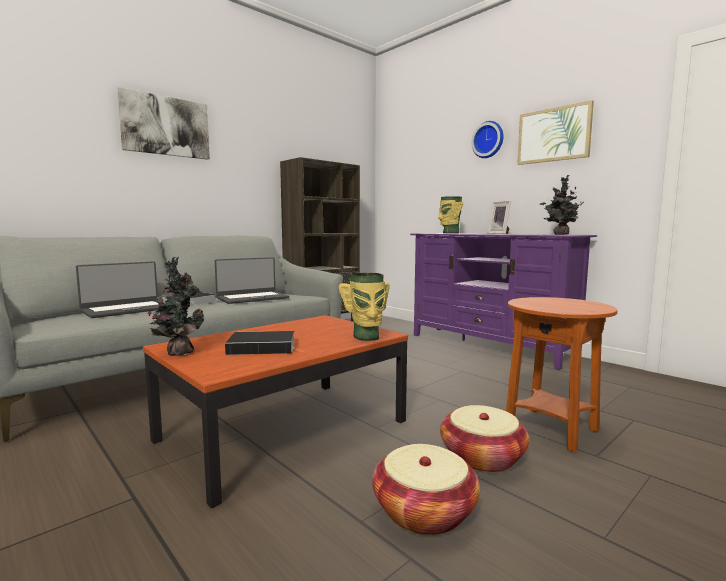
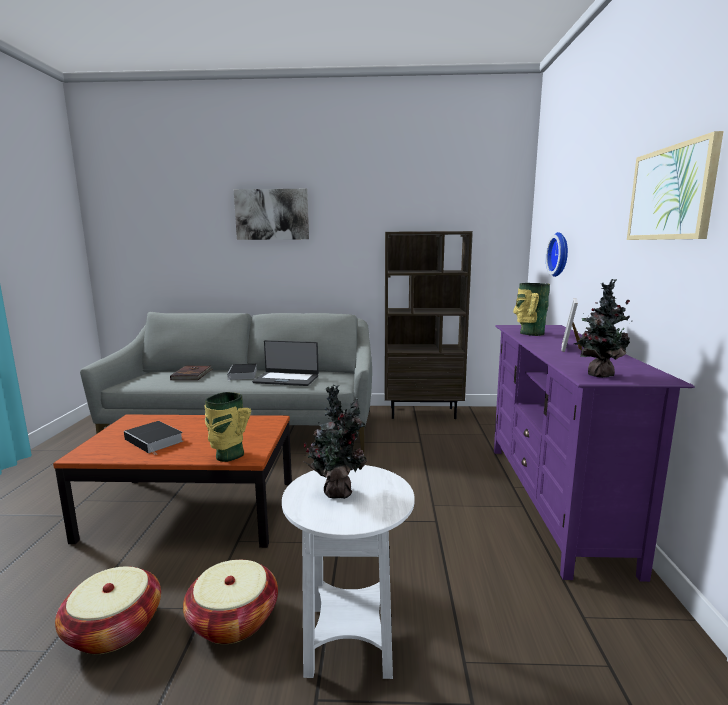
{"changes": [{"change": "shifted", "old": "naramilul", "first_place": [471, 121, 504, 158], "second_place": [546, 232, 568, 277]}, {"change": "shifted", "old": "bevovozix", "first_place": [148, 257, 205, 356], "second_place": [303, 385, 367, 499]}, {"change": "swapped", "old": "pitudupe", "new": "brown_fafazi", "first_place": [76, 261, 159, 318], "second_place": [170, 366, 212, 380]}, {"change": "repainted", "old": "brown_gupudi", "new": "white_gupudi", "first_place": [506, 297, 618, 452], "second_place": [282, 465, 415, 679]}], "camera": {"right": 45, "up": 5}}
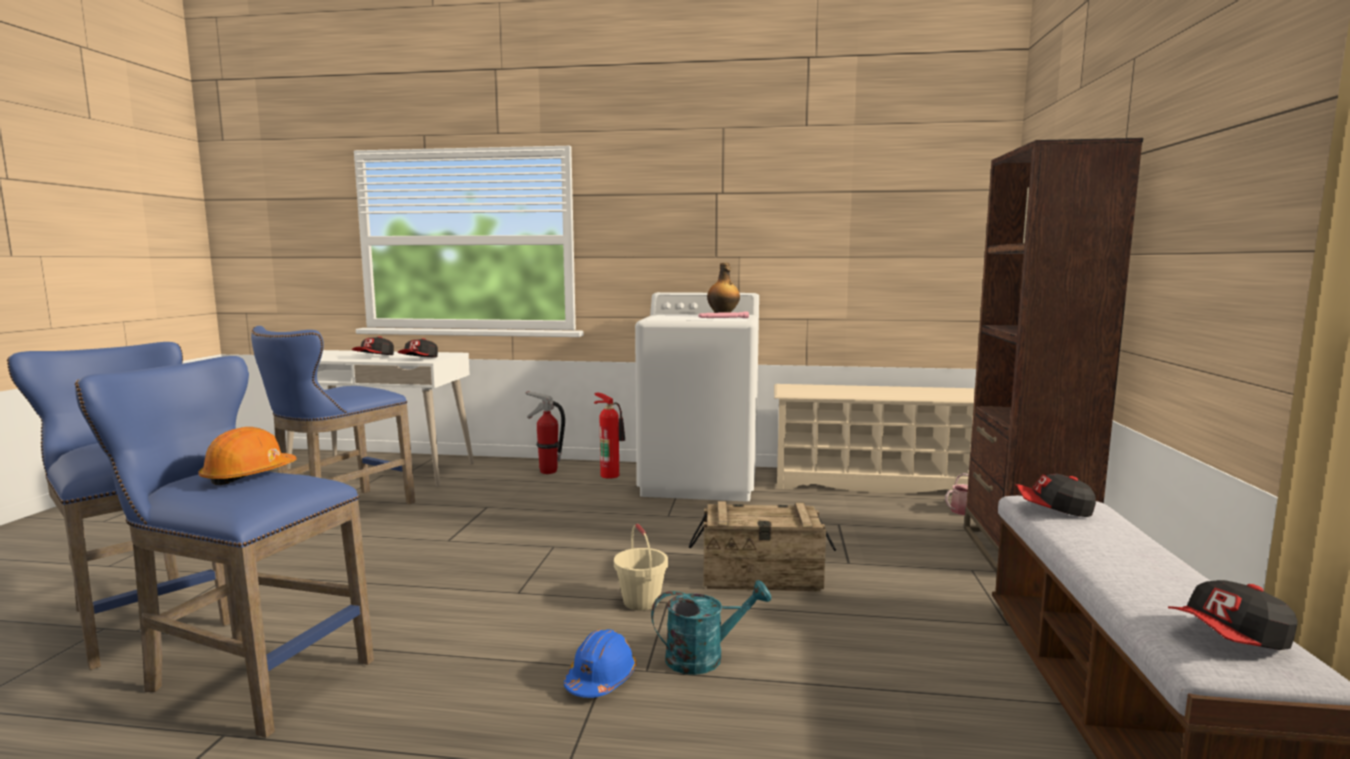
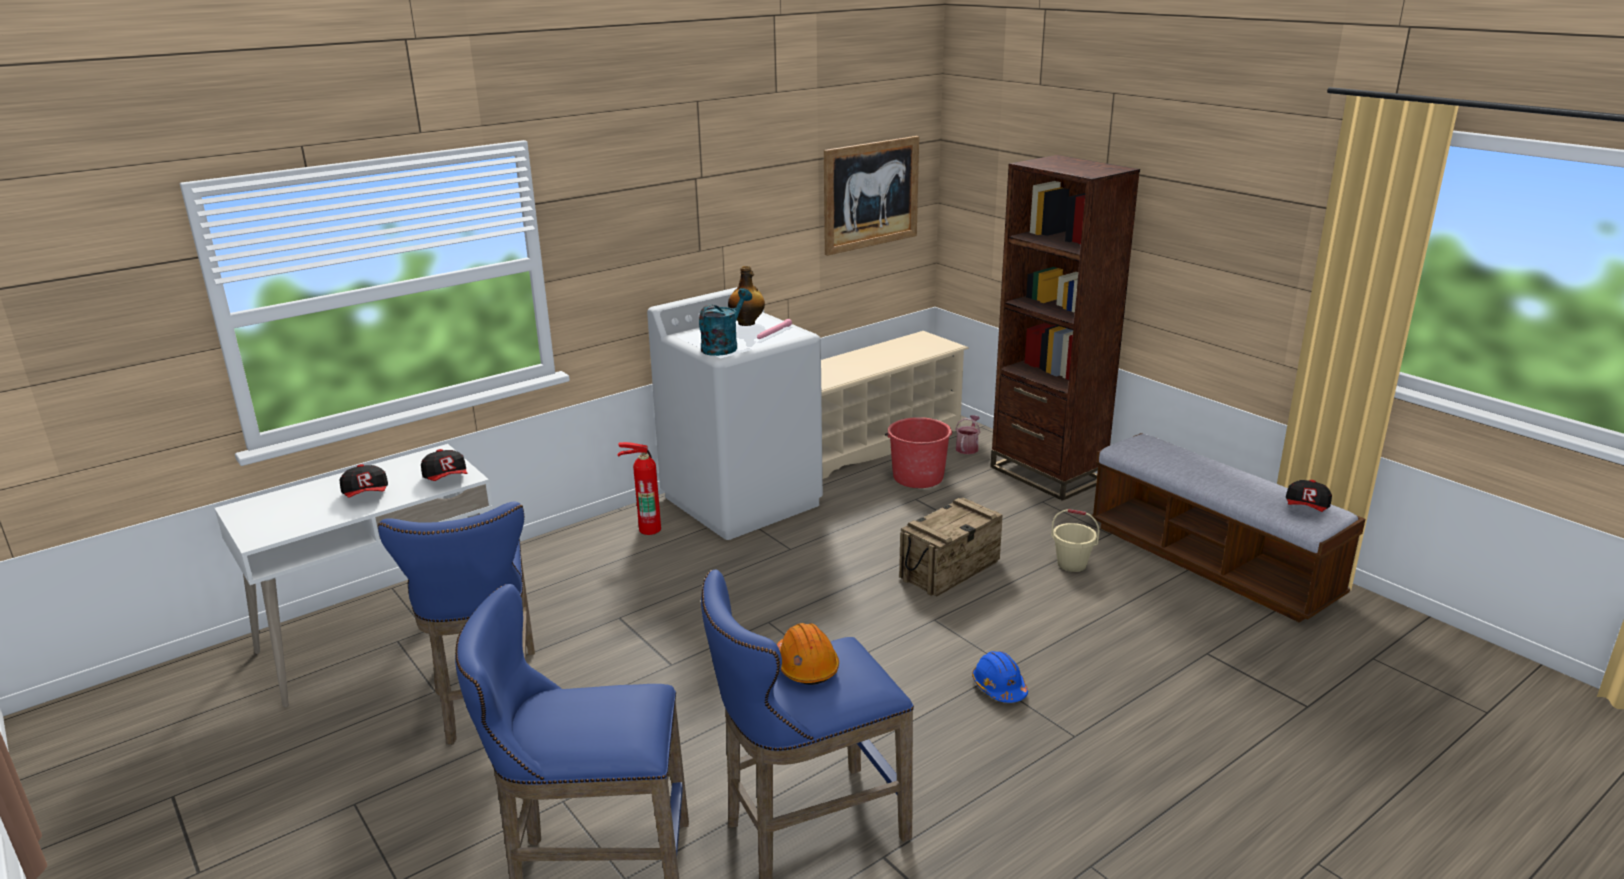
{"changes": [{"change": "gone", "old": "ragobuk", "first_place": [525, 391, 565, 474]}, {"change": "gone", "old": "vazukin", "first_place": [1015, 473, 1096, 517]}, {"change": "shifted", "old": "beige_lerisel", "first_place": [614, 524, 668, 610], "second_place": [1051, 509, 1100, 572]}, {"change": "shifted", "old": "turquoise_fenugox", "first_place": [651, 580, 771, 675], "second_place": [699, 288, 752, 356]}, {"change": "new", "new": "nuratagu", "second_place": [824, 136, 919, 256]}, {"change": "new", "new": "red_lerisel", "second_place": [885, 417, 953, 488]}], "camera": {"right": -45, "up": 15}}
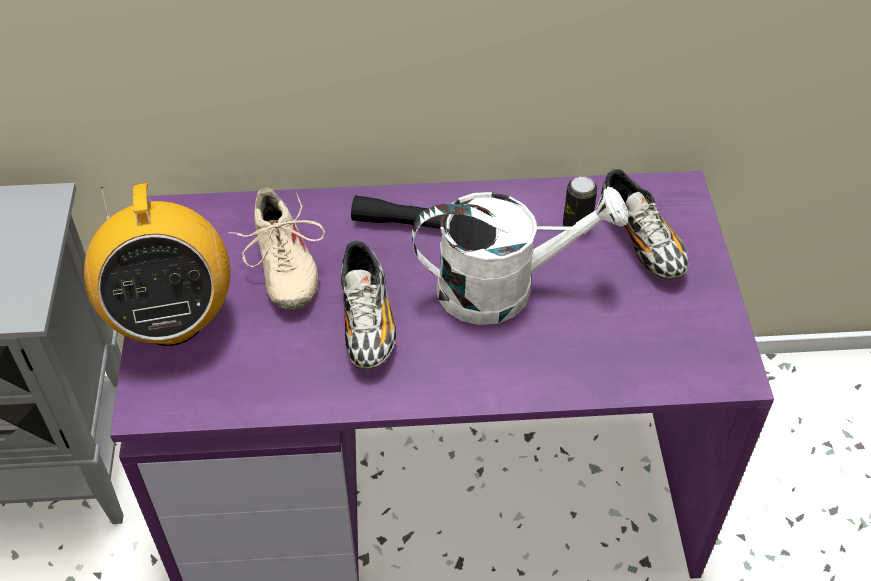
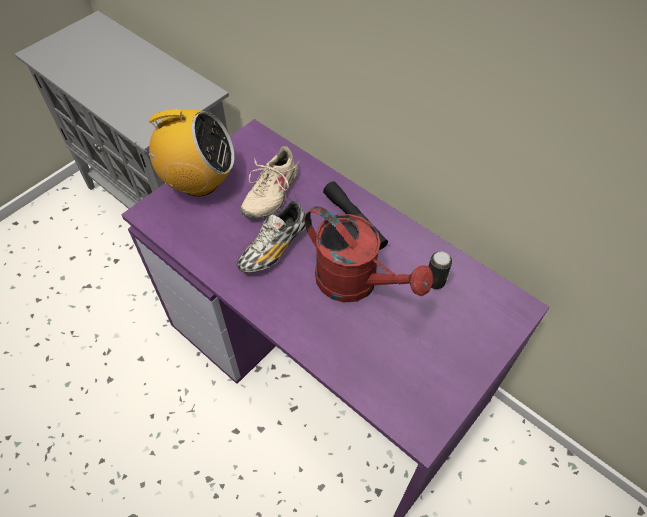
{"changes": [{"change": "gone", "old": "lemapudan", "first_place": [601, 169, 689, 280]}, {"change": "rotated", "old": "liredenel", "first_place": [84, 183, 230, 346], "second_place": [135, 109, 235, 197], "degrees": -120}, {"change": "repainted", "old": "white_fenugox", "new": "red_fenugox", "first_place": [412, 186, 629, 325], "second_place": [304, 206, 433, 302]}], "camera": {"right": 45, "up": 5}}
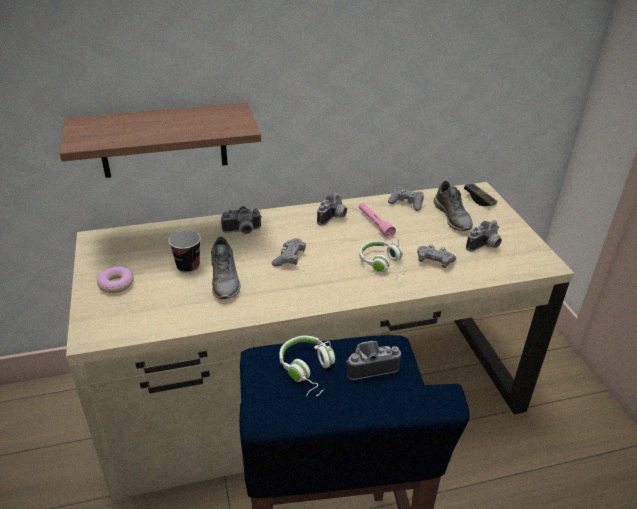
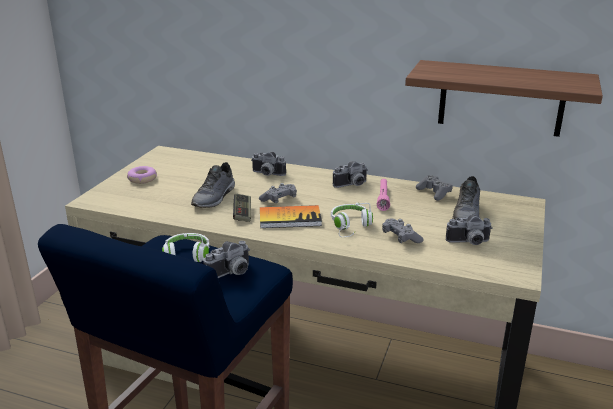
{"changes": [{"change": "shifted", "old": "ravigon", "first_place": [60, 103, 261, 178], "second_place": [405, 60, 603, 137]}, {"change": "shifted", "old": "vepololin", "first_place": [464, 183, 498, 206], "second_place": [233, 194, 251, 222]}, {"change": "gone", "old": "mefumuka", "first_place": [169, 230, 201, 273]}, {"change": "rotated", "old": "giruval", "first_place": [346, 341, 401, 380], "second_place": [203, 241, 250, 278], "degrees": 120}, {"change": "new", "new": "fafazi", "second_place": [260, 205, 322, 228]}], "camera": {"right": 35, "up": -10}}
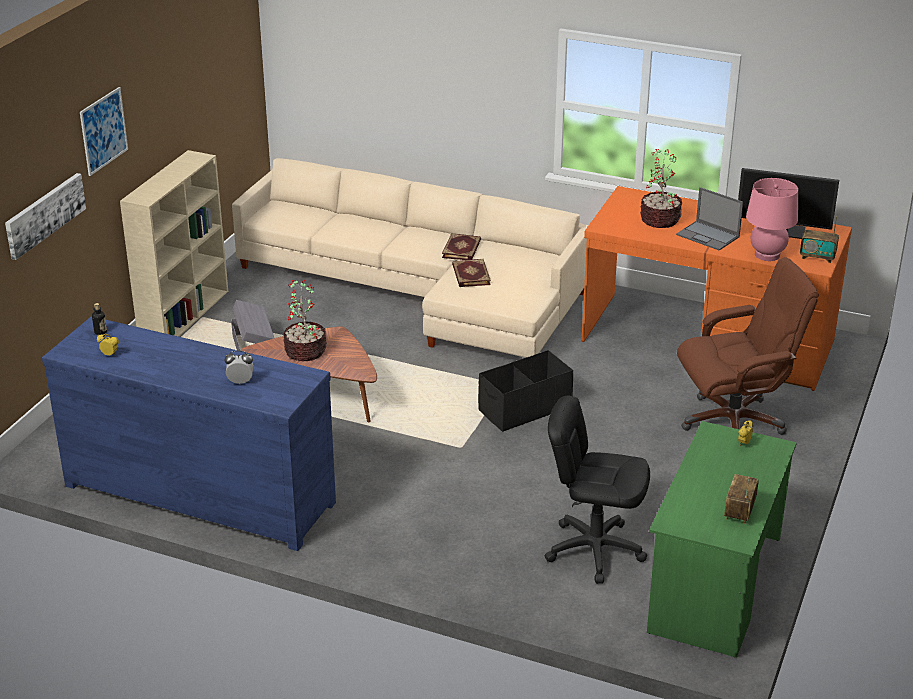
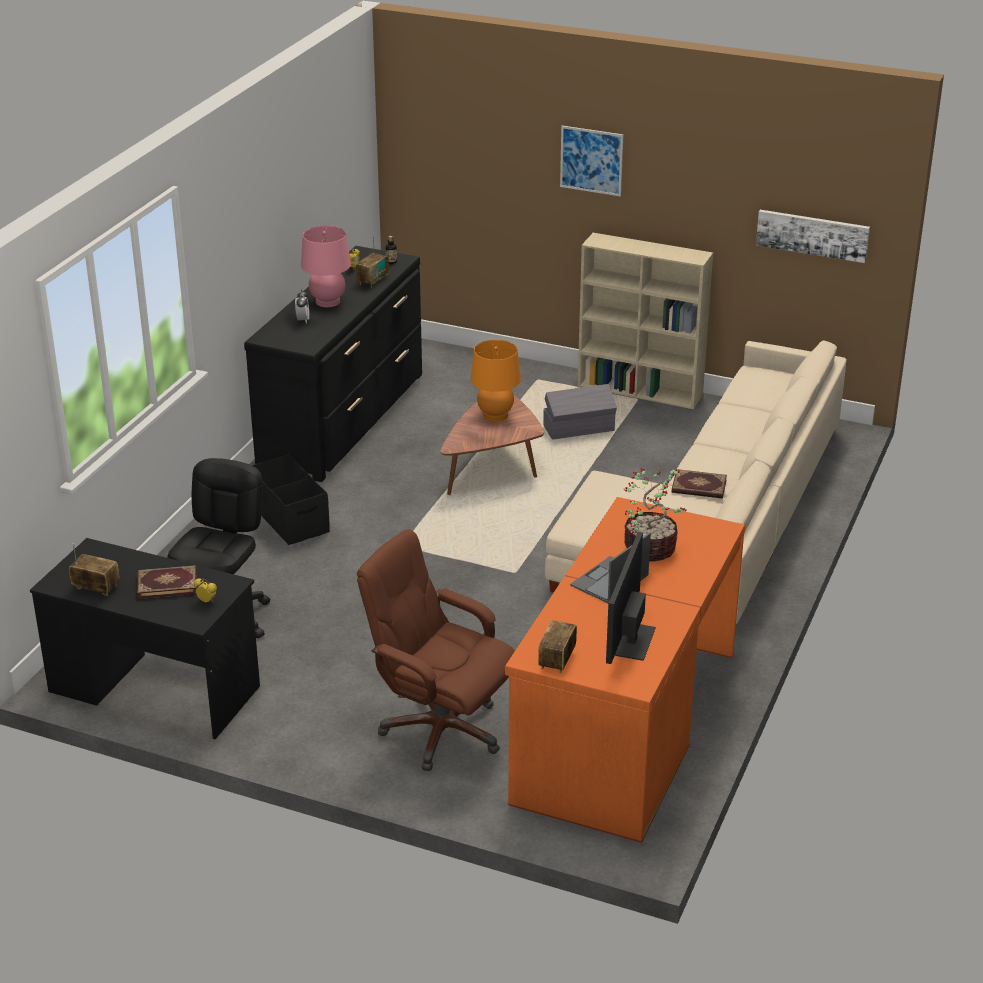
{"changes": [{"change": "shifted", "old": "nuratagu", "first_place": [5, 173, 86, 260], "second_place": [756, 210, 870, 263]}, {"change": "shifted", "old": "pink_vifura", "first_place": [746, 178, 798, 261], "second_place": [301, 225, 351, 307]}, {"change": "rotated", "old": "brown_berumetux", "first_place": [677, 257, 819, 435], "second_place": [357, 529, 515, 771], "degrees": 135}, {"change": "shifted", "old": "fafazi", "first_place": [452, 259, 491, 287], "second_place": [137, 565, 197, 599]}, {"change": "swapped", "old": "bevovozix", "new": "orange_vifura", "first_place": [283, 280, 327, 362], "second_place": [471, 340, 521, 422]}, {"change": "repainted", "old": "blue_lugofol", "new": "black_lugofol", "first_place": [42, 316, 336, 551], "second_place": [244, 246, 422, 482]}, {"change": "shifted", "old": "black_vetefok", "first_place": [478, 350, 573, 432], "second_place": [252, 454, 330, 545]}, {"change": "repainted", "old": "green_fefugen", "new": "black_fefugen", "first_place": [647, 421, 797, 658], "second_place": [30, 538, 260, 739]}, {"change": "new", "new": "liredenel", "second_place": [355, 236, 389, 288]}], "camera": {"right": 90, "up": 0}}
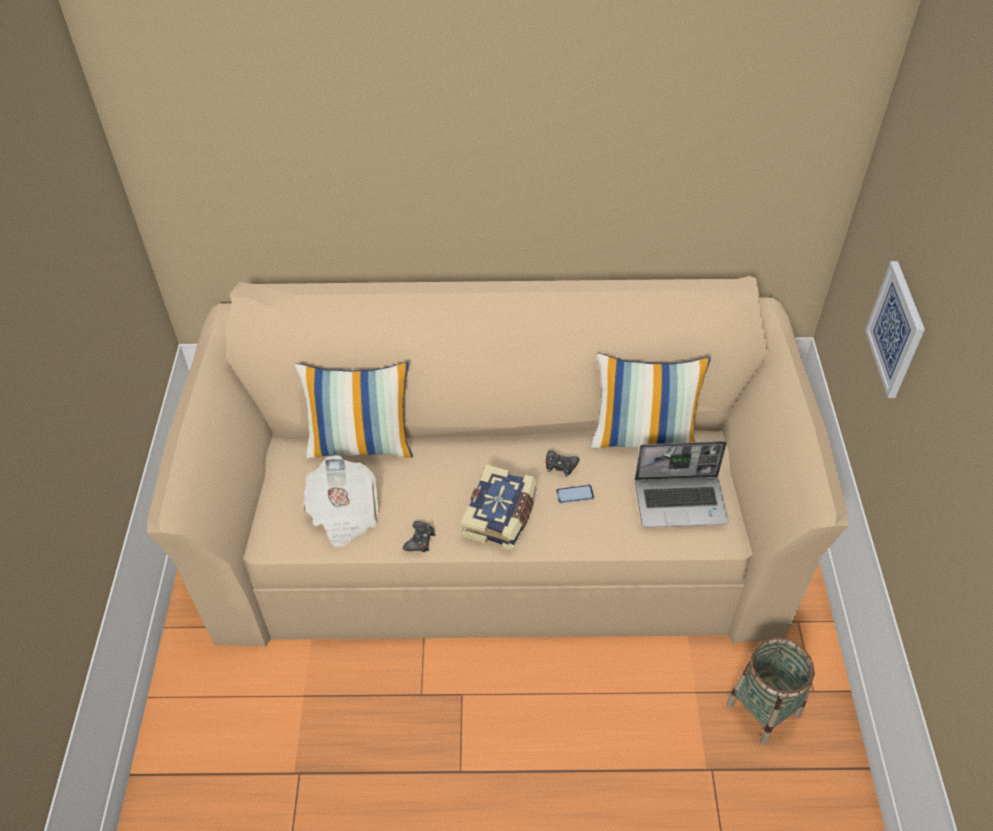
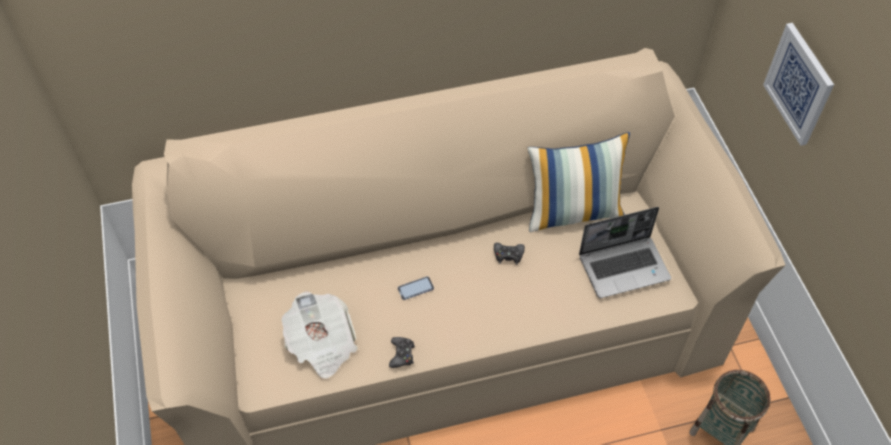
{"changes": [{"change": "gone", "old": "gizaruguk", "first_place": [295, 362, 413, 459]}, {"change": "gone", "old": "fafazi", "first_place": [461, 465, 537, 550]}, {"change": "shifted", "old": "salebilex", "first_place": [556, 485, 594, 503], "second_place": [398, 276, 434, 300]}], "camera": {"right": -15, "up": 5}}
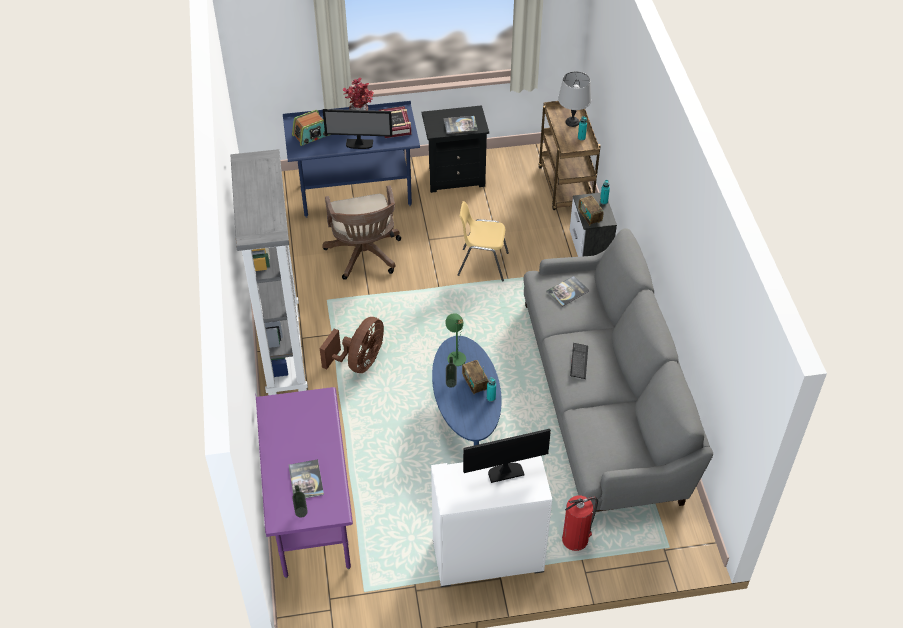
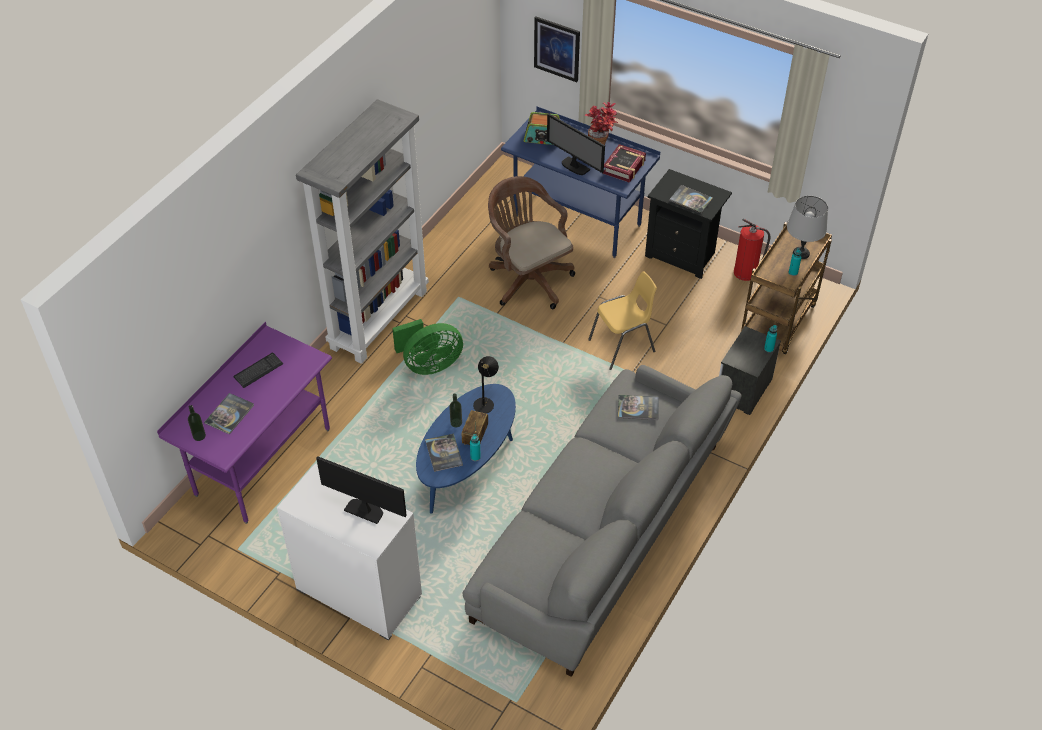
{"changes": [{"change": "rotated", "old": "brown_berumetux", "first_place": [322, 185, 401, 280], "second_place": [488, 176, 575, 309], "degrees": 120}, {"change": "gone", "old": "liredenel", "first_place": [578, 195, 604, 226]}, {"change": "rotated", "old": "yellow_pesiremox", "first_place": [457, 201, 509, 281], "second_place": [588, 272, 657, 370], "degrees": 105}, {"change": "repainted", "old": "green_vifura", "new": "black_vifura", "first_place": [445, 313, 466, 366], "second_place": [473, 356, 499, 413]}, {"change": "repainted", "old": "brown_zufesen", "new": "green_zufesen", "first_place": [320, 317, 384, 373], "second_place": [392, 319, 463, 375]}, {"change": "shifted", "old": "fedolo", "first_place": [570, 343, 588, 379], "second_place": [233, 353, 283, 388]}, {"change": "shifted", "old": "ragobuk", "first_place": [562, 495, 598, 551], "second_place": [734, 219, 770, 281]}, {"change": "new", "new": "nuratagu", "second_place": [534, 17, 580, 82]}, {"change": "new", "new": "fafazi", "second_place": [425, 434, 463, 472]}], "camera": {"right": 40, "up": 0}}
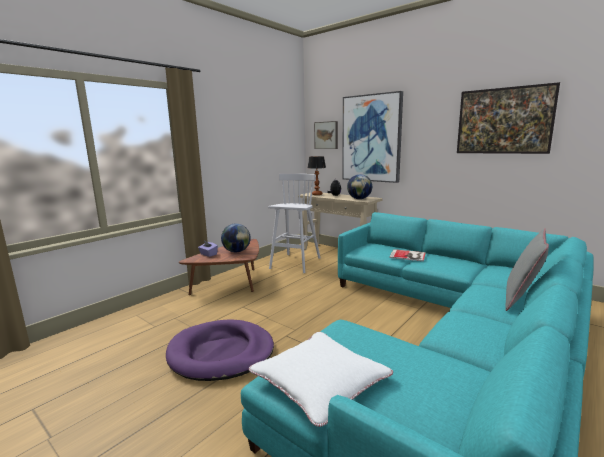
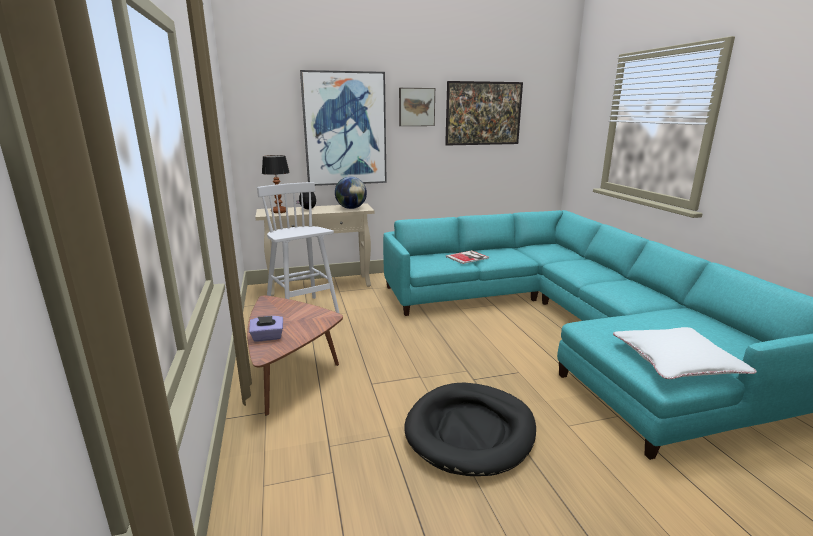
{"changes": [{"change": "shifted", "old": "nuratagu", "first_place": [314, 121, 338, 149], "second_place": [399, 88, 435, 126]}, {"change": "gone", "old": "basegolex", "first_place": [221, 224, 251, 252]}, {"change": "gone", "old": "grey_gizaruguk", "first_place": [505, 228, 549, 311]}, {"change": "repainted", "old": "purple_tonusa", "new": "black_tonusa", "first_place": [166, 319, 274, 381], "second_place": [404, 383, 536, 476]}], "camera": {"right": -55, "up": 5}}
